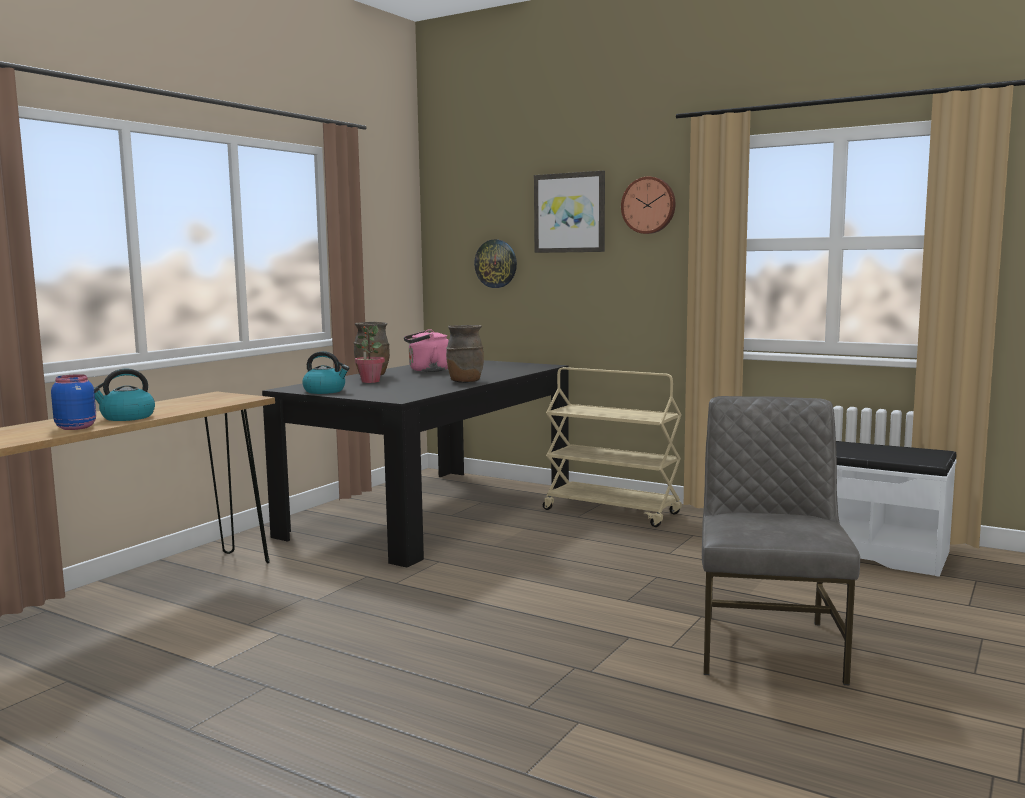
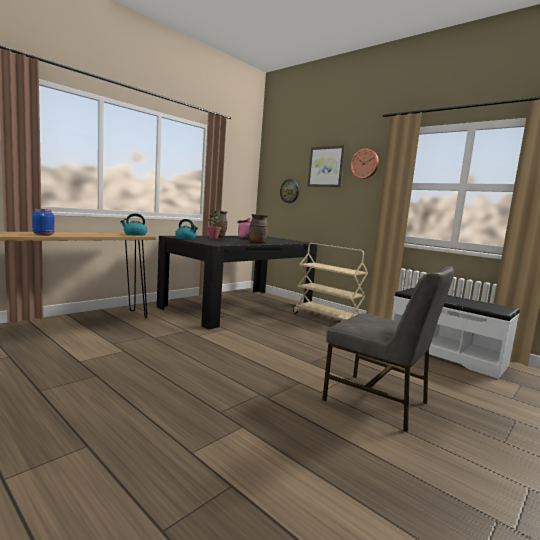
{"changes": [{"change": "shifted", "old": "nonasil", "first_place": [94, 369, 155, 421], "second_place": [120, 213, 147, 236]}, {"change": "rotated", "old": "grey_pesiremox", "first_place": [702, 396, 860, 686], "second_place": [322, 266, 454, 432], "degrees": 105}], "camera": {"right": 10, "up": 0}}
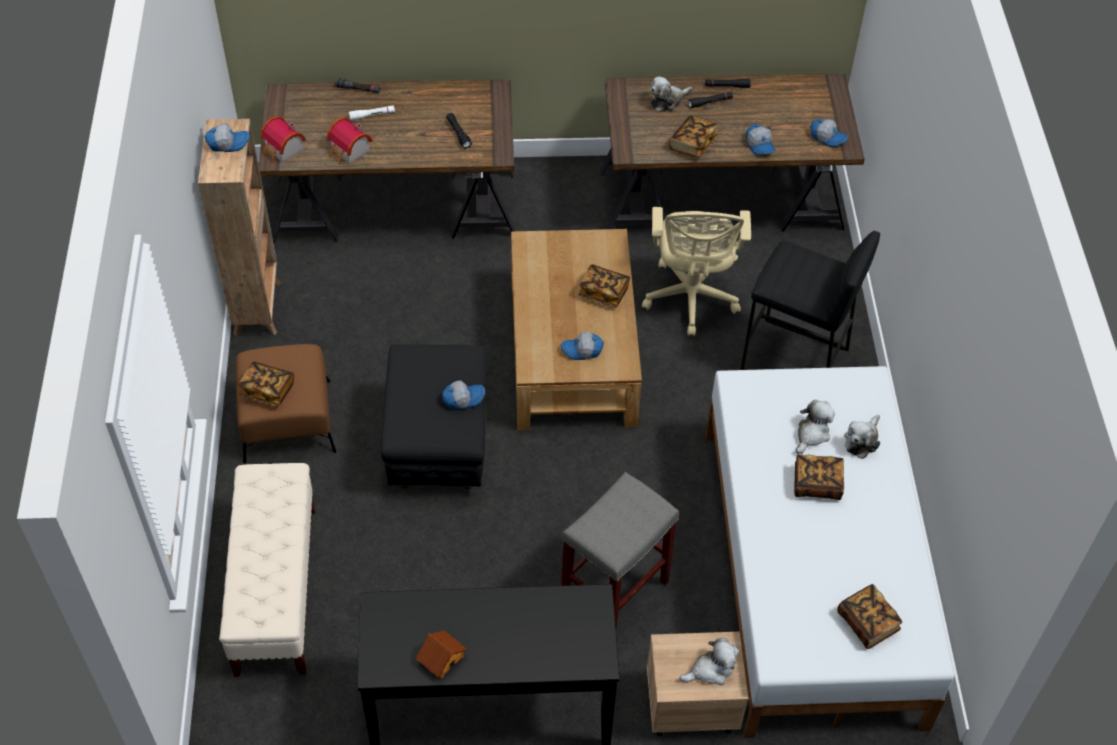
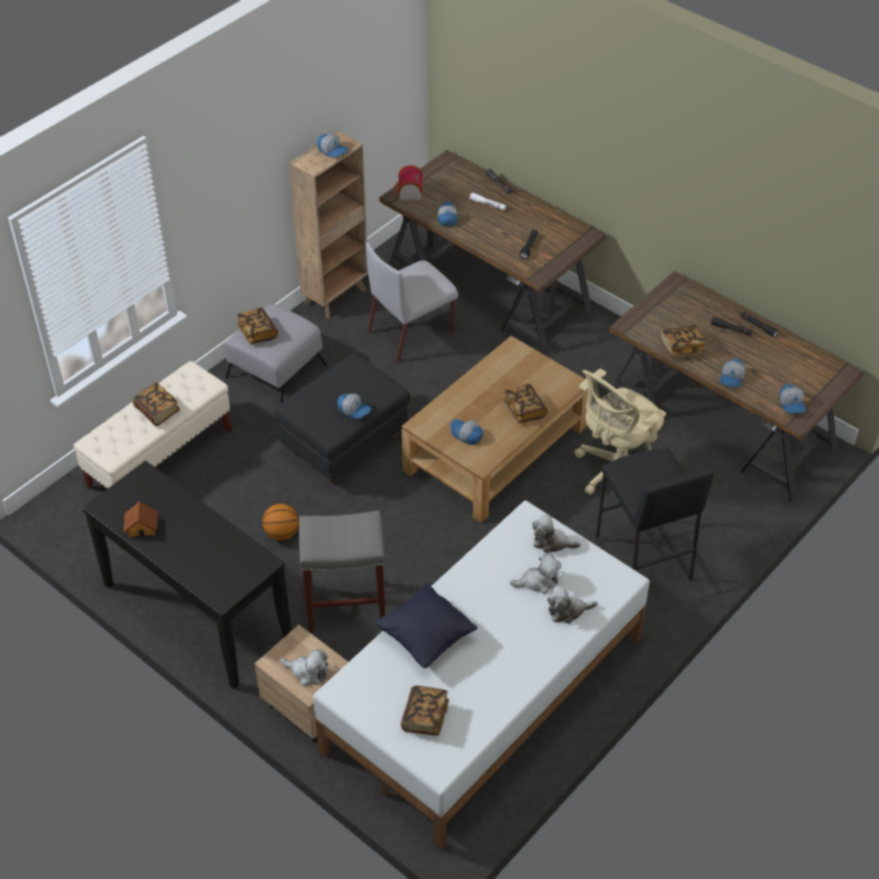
{"changes": [{"change": "shifted", "old": "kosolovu", "first_place": [650, 76, 692, 112], "second_place": [532, 514, 581, 553]}, {"change": "swapped", "old": "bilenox", "new": "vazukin", "first_place": [327, 117, 372, 165], "second_place": [438, 201, 458, 227]}, {"change": "repainted", "old": "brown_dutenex", "new": "grey_dutenex", "first_place": [235, 344, 336, 463], "second_place": [225, 304, 327, 403]}, {"change": "shifted", "old": "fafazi", "first_place": [794, 454, 844, 500], "second_place": [133, 382, 180, 426]}, {"change": "new", "new": "grey_pesiremox", "second_place": [366, 242, 458, 362]}, {"change": "new", "new": "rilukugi", "second_place": [262, 504, 299, 540]}, {"change": "new", "new": "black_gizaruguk", "second_place": [375, 583, 477, 668]}], "camera": {"right": 45, "up": -5}}
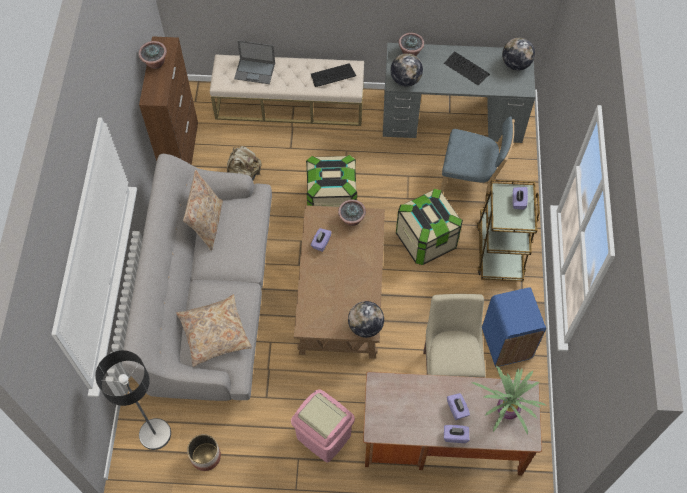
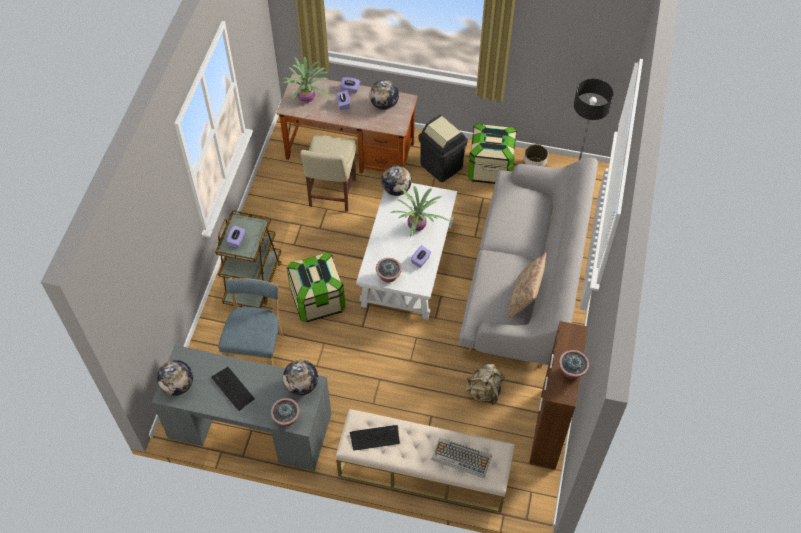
{"changes": [{"change": "swapped", "old": "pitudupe", "new": "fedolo", "first_place": [234, 40, 275, 84], "second_place": [432, 438, 492, 478]}, {"change": "rotated", "old": "blue_pesiremox", "first_place": [440, 116, 515, 204], "second_place": [218, 278, 284, 366], "degrees": 75}, {"change": "shifted", "old": "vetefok", "first_place": [306, 155, 357, 207], "second_place": [468, 123, 517, 184]}, {"change": "repainted", "old": "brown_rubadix", "new": "white_rubadix", "first_place": [294, 205, 385, 359], "second_place": [356, 183, 457, 320]}, {"change": "gone", "old": "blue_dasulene", "first_place": [482, 287, 546, 367]}, {"change": "gone", "old": "beige_gizaruguk", "first_place": [176, 294, 252, 367]}, {"change": "repainted", "old": "pink_dasulene", "new": "black_dasulene", "first_place": [291, 389, 355, 463], "second_place": [419, 115, 467, 182]}, {"change": "new", "new": "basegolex", "second_place": [370, 80, 399, 110]}, {"change": "new", "new": "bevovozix", "second_place": [391, 186, 450, 237]}], "camera": {"right": -170, "up": -5}}
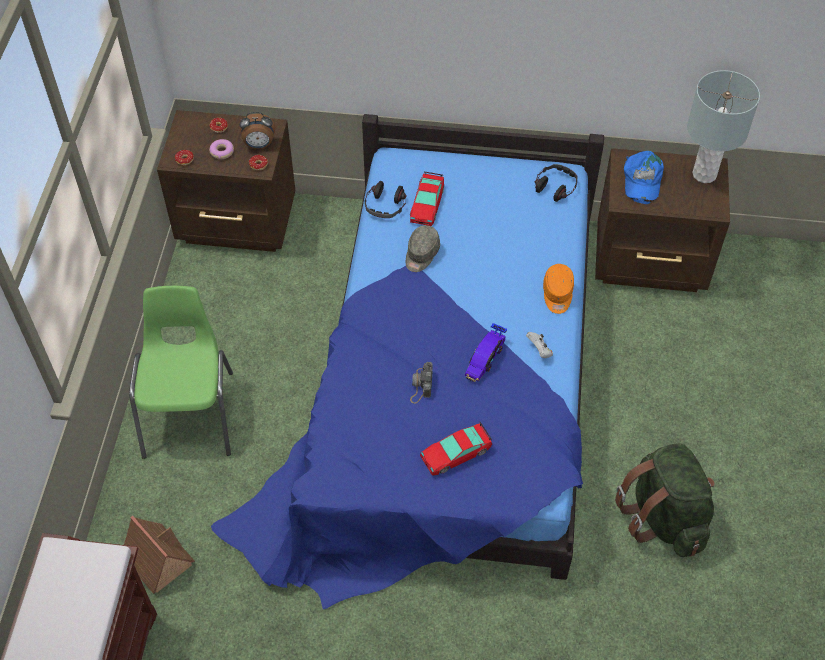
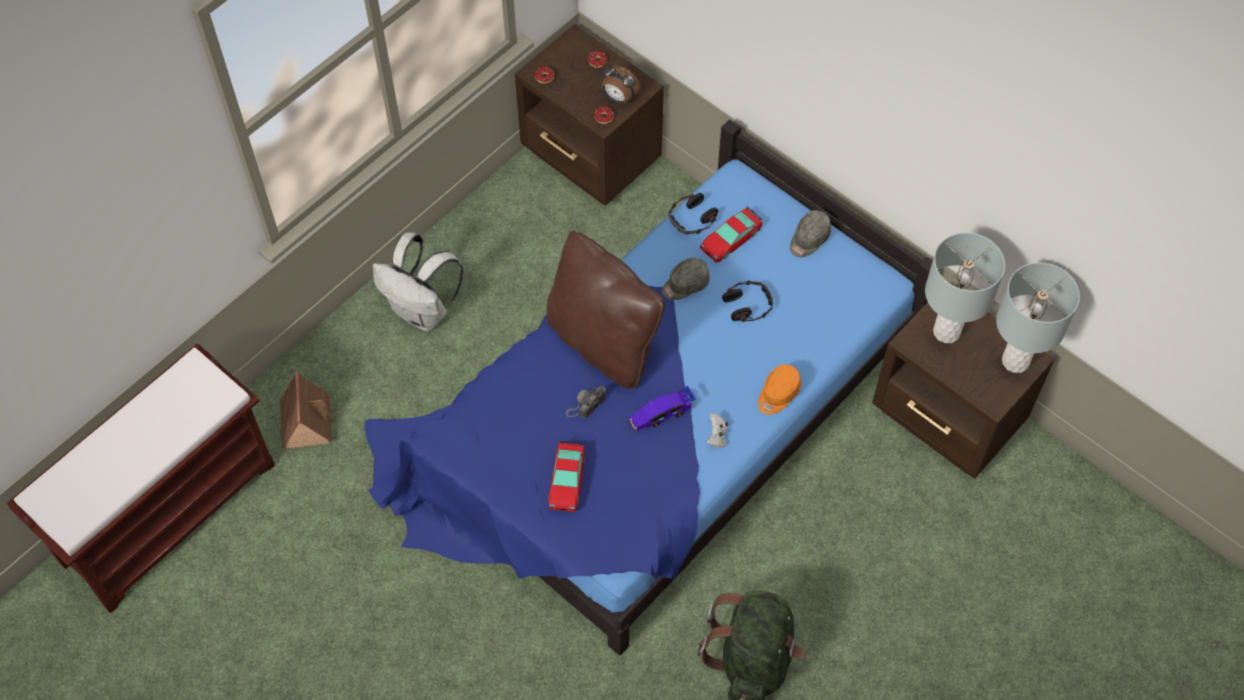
{"changes": [{"change": "gone", "old": "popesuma", "first_place": [209, 139, 234, 159]}, {"change": "swapped", "old": "blue_vazukin", "new": "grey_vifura", "first_place": [624, 151, 664, 204], "second_place": [925, 232, 1005, 343]}, {"change": "shifted", "old": "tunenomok", "first_place": [534, 164, 578, 202], "second_place": [722, 280, 773, 322]}, {"change": "swapped", "old": "green_pesiremox", "new": "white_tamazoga", "first_place": [129, 286, 233, 459], "second_place": [373, 232, 463, 331]}, {"change": "rotated", "old": "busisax", "first_place": [420, 422, 492, 476], "second_place": [548, 441, 585, 512], "degrees": -90}, {"change": "new", "new": "grey_vazukin", "second_place": [790, 210, 831, 257]}, {"change": "new", "new": "brown_gizaruguk", "second_place": [546, 231, 665, 389]}], "camera": {"right": 35, "up": 5}}
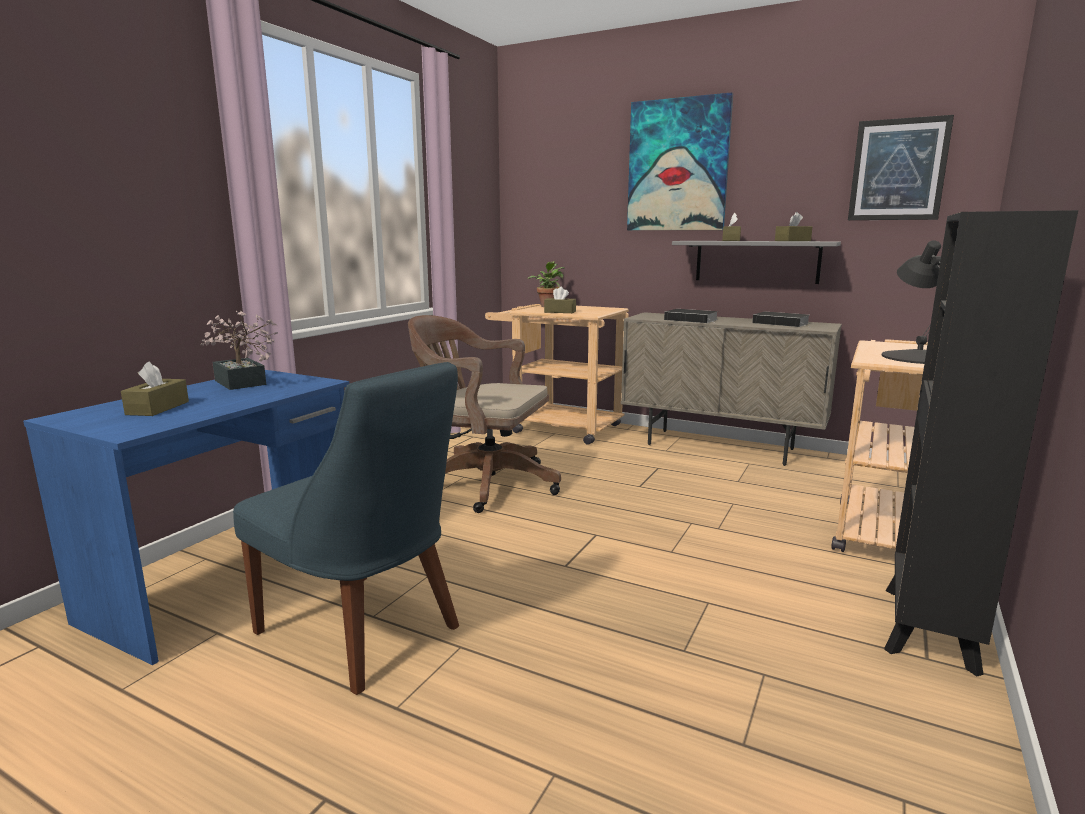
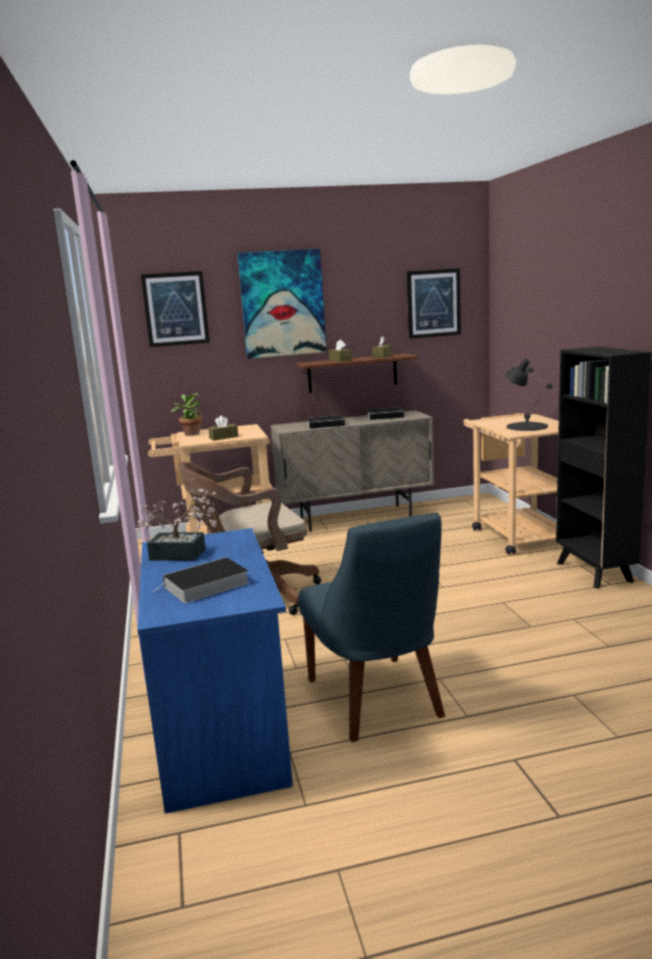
{"changes": [{"change": "repainted", "old": "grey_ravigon", "new": "brown_ravigon", "first_place": [672, 241, 841, 284], "second_place": [296, 353, 418, 393]}, {"change": "swapped", "old": "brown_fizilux", "new": "fafazi", "first_place": [121, 362, 189, 416], "second_place": [154, 557, 249, 603]}, {"change": "rotated", "old": "blue_pesiremox", "first_place": [233, 362, 459, 695], "second_place": [299, 513, 445, 742], "degrees": 75}, {"change": "new", "new": "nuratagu", "second_place": [141, 271, 210, 347]}], "camera": {"right": -40, "up": 0}}
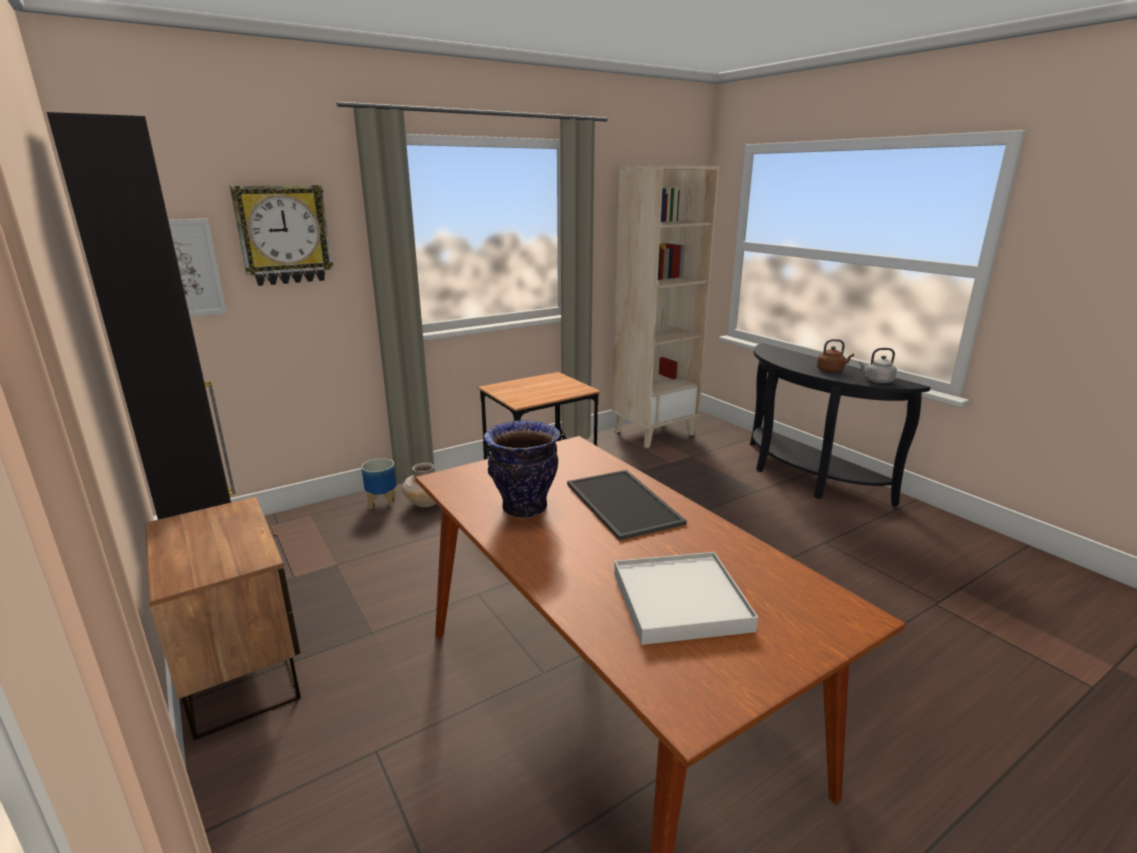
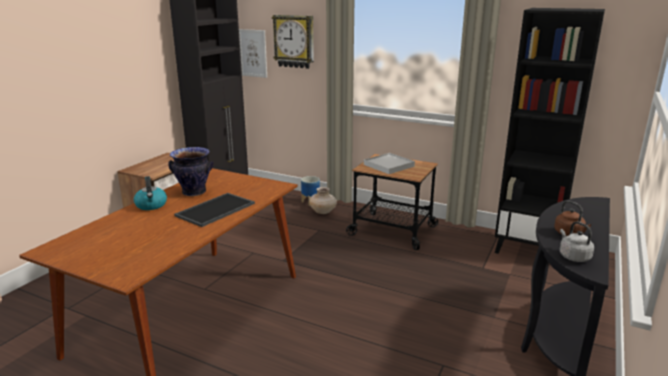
{"changes": [{"change": "repainted", "old": "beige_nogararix", "new": "black_nogararix", "first_place": [612, 166, 719, 448], "second_place": [495, 8, 605, 254]}, {"change": "shifted", "old": "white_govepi", "first_place": [614, 552, 758, 645], "second_place": [364, 153, 415, 174]}, {"change": "new", "new": "nonasil", "second_place": [134, 176, 167, 210]}], "camera": {"right": 60, "up": 0}}
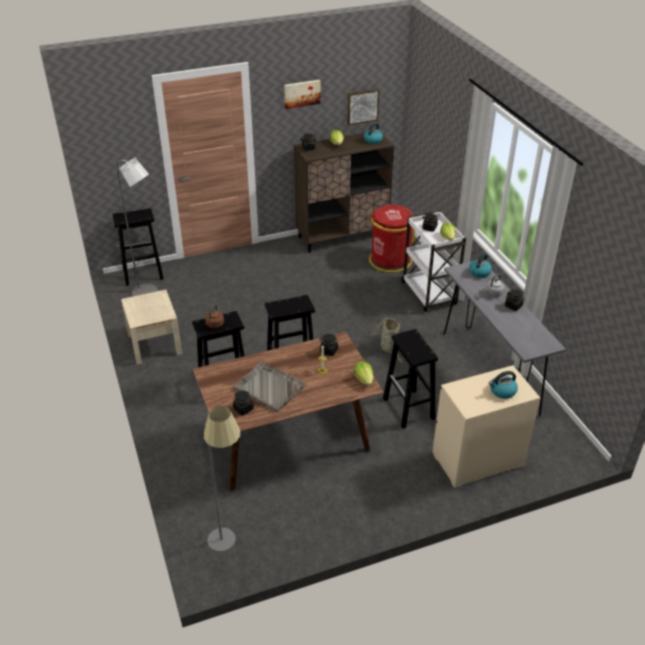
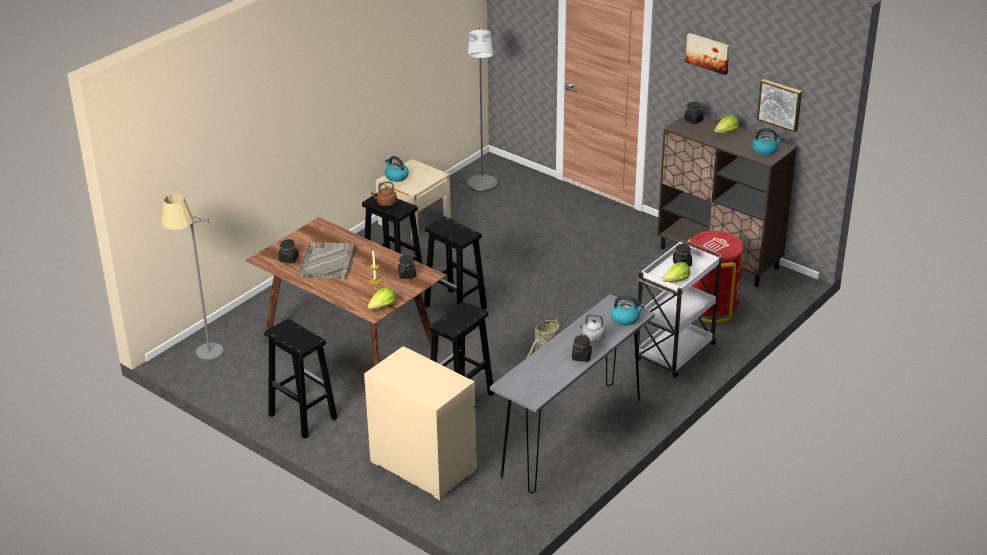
{"changes": [{"change": "shifted", "old": "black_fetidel", "first_place": [112, 208, 164, 286], "second_place": [264, 318, 338, 439]}, {"change": "shifted", "old": "nonasil", "first_place": [489, 371, 518, 399], "second_place": [385, 156, 409, 182]}], "camera": {"right": 60, "up": -5}}
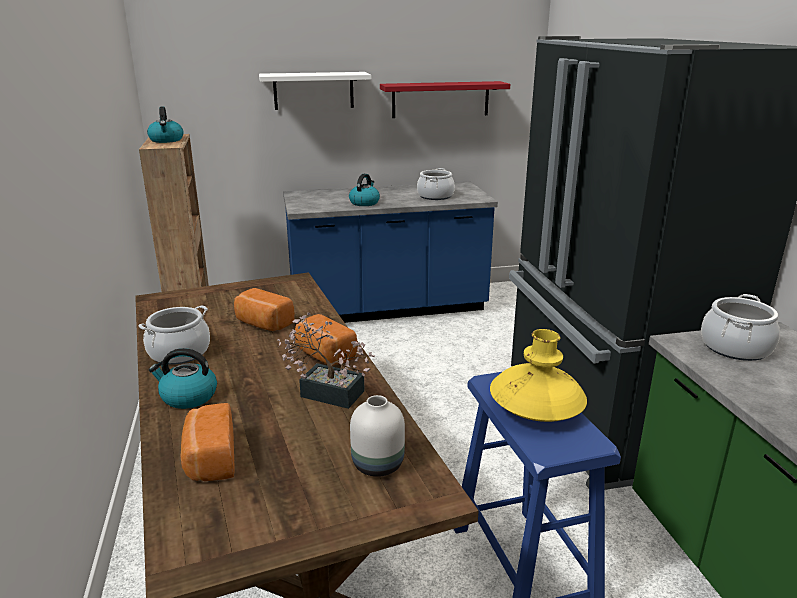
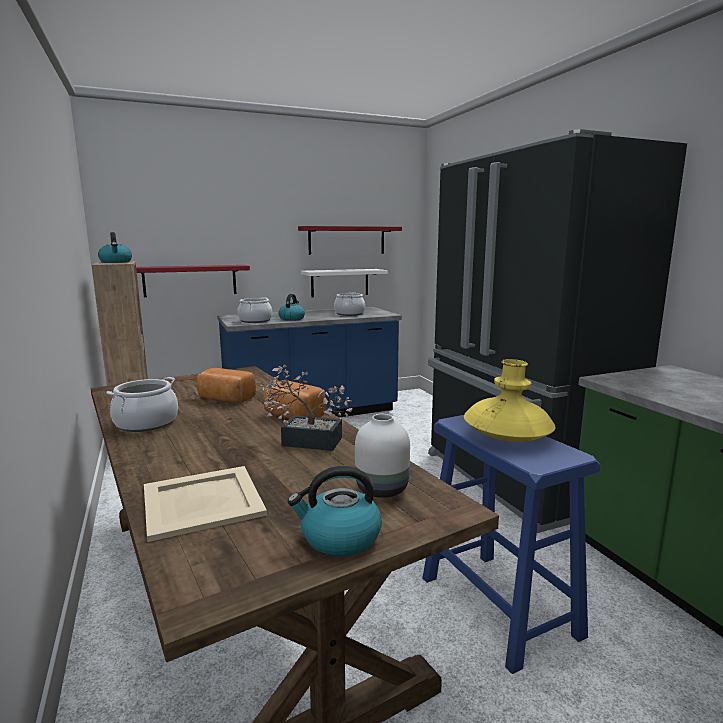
{"changes": [{"change": "shifted", "old": "white_ravigon", "first_place": [259, 72, 371, 110], "second_place": [301, 269, 388, 298]}, {"change": "shifted", "old": "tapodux", "first_place": [701, 294, 780, 361], "second_place": [237, 297, 272, 323]}, {"change": "shifted", "old": "nonasil", "first_place": [149, 348, 217, 409], "second_place": [288, 466, 382, 556]}, {"change": "swapped", "old": "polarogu", "new": "beige_govepi", "first_place": [180, 403, 235, 481], "second_place": [144, 466, 267, 542]}, {"change": "new", "new": "red_ravigon", "second_place": [136, 265, 250, 297]}], "camera": {"right": -10, "up": -10}}
